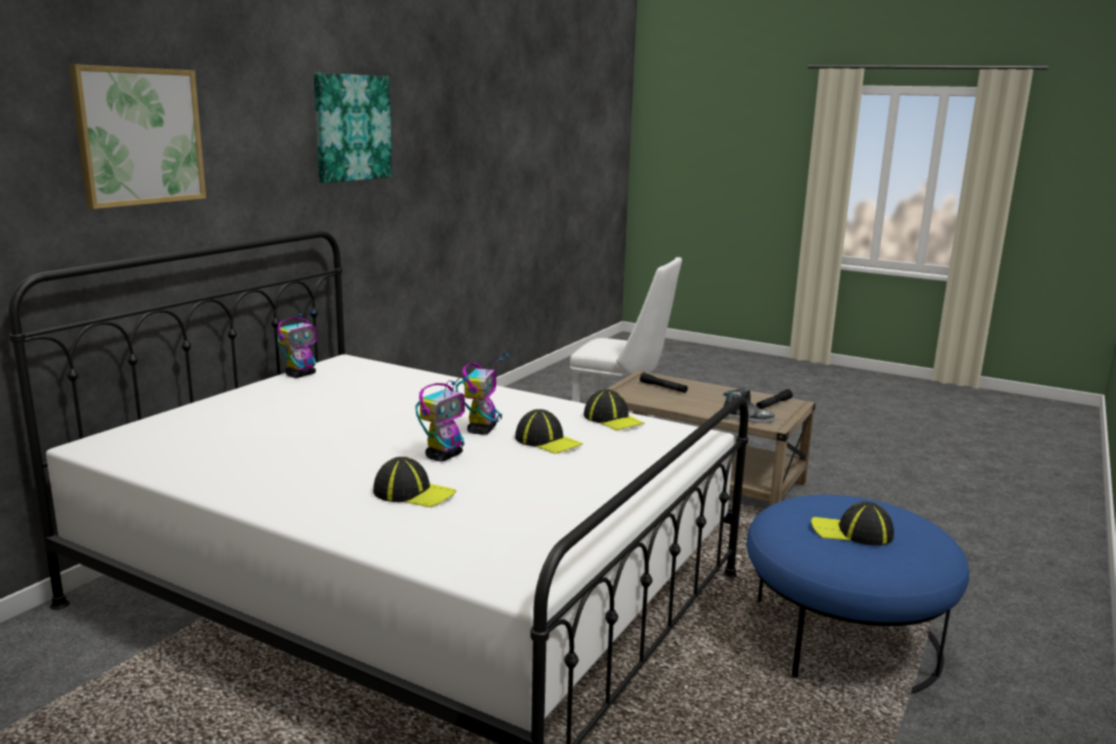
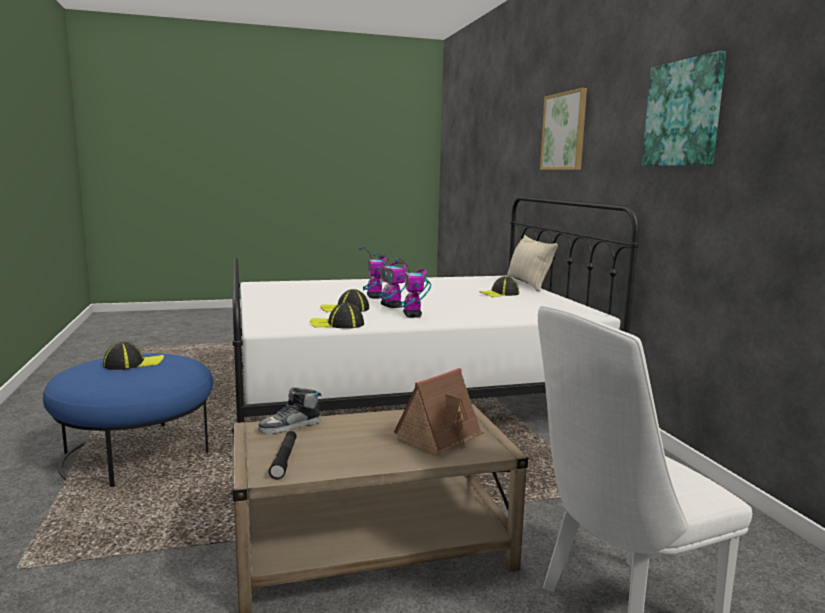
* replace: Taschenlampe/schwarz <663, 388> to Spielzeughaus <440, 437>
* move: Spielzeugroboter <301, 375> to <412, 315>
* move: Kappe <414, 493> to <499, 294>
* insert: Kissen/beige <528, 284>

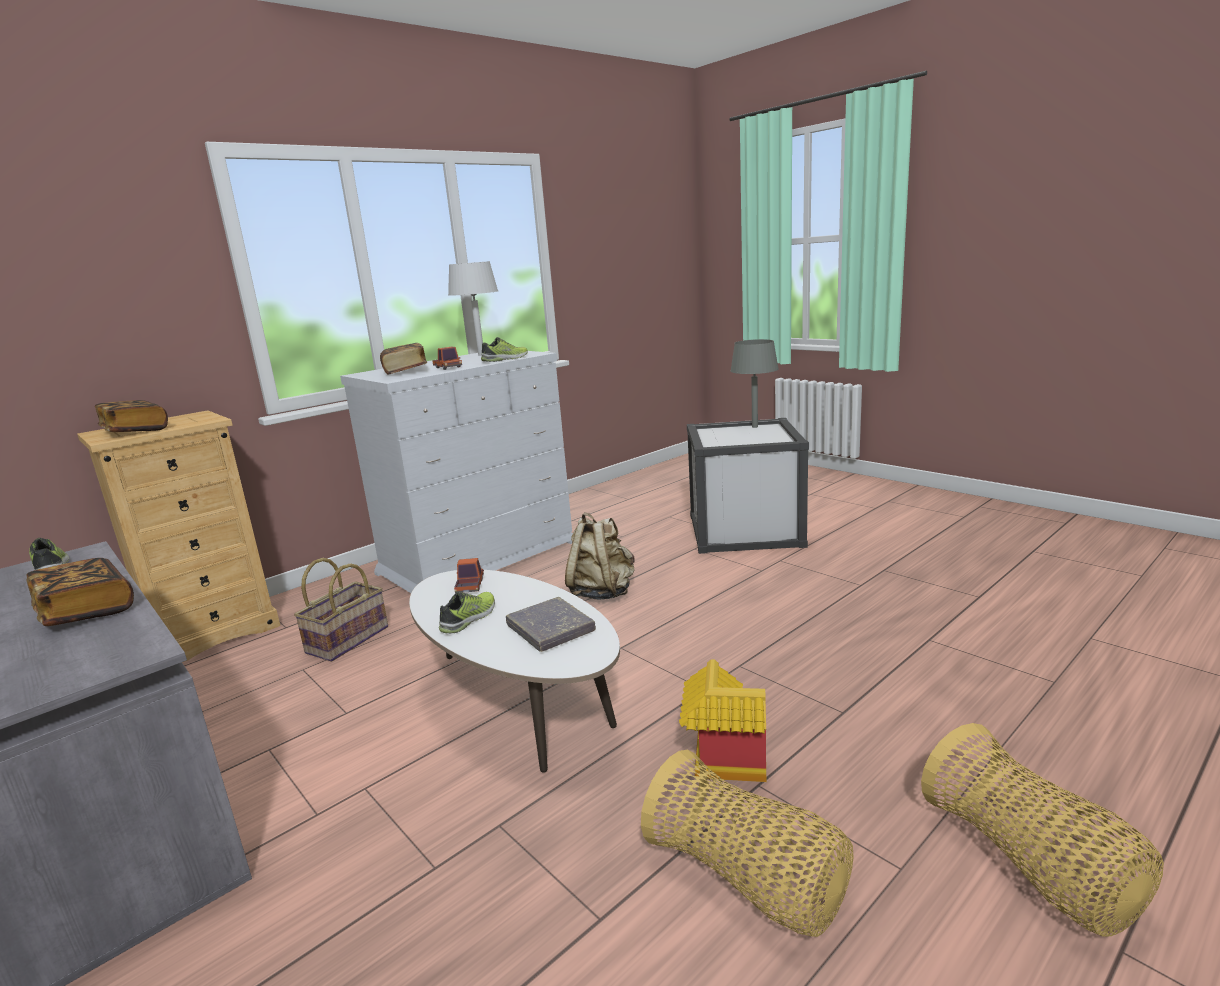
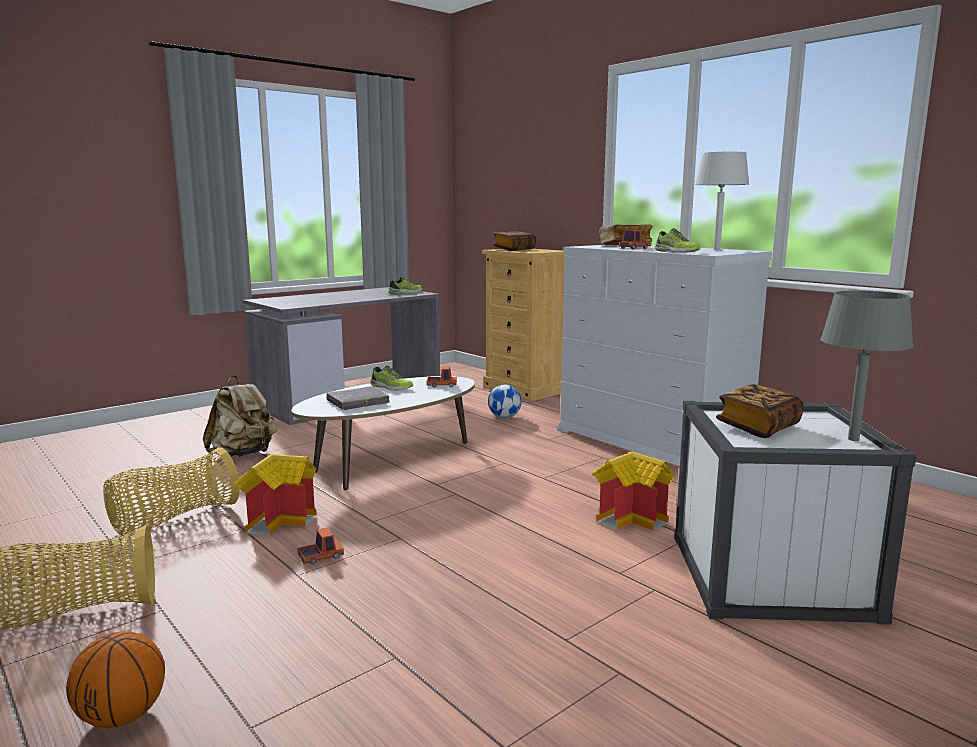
* insert: Basketball <122, 716>
* move: Rucksack/beige <602, 592> to <243, 455>
* insert: Spielzeuglaster <321, 557>
* replace: Korb <347, 639> to Fußball <504, 417>
* insert: Spielzeughaus <632, 518>
* move: Buch <86, 610> to <758, 427>

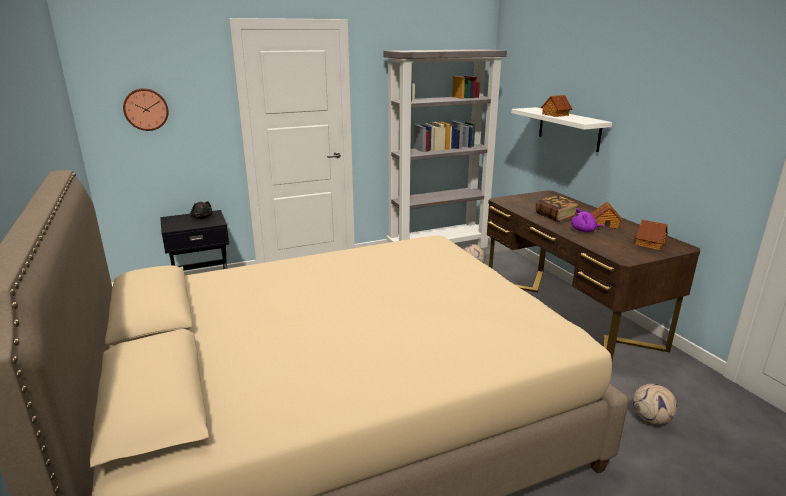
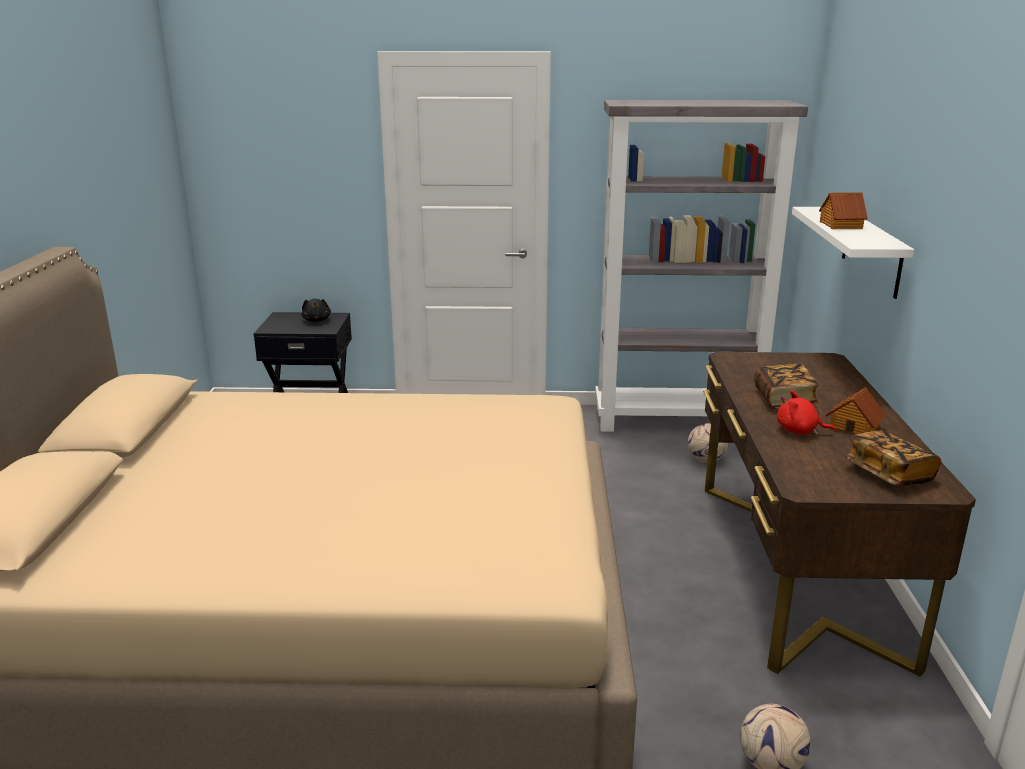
* recolor: Plüschtier/lila <584, 231> to Plüschtier/rot <799, 431>
* replace: Spielzeughaus <650, 244> to Buch <888, 474>
* delete: Wanduhr <146, 109>

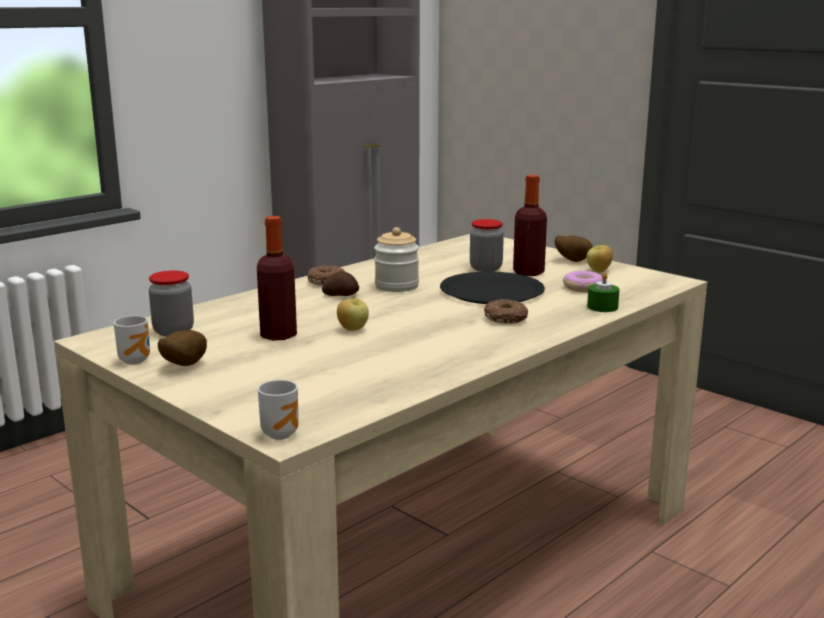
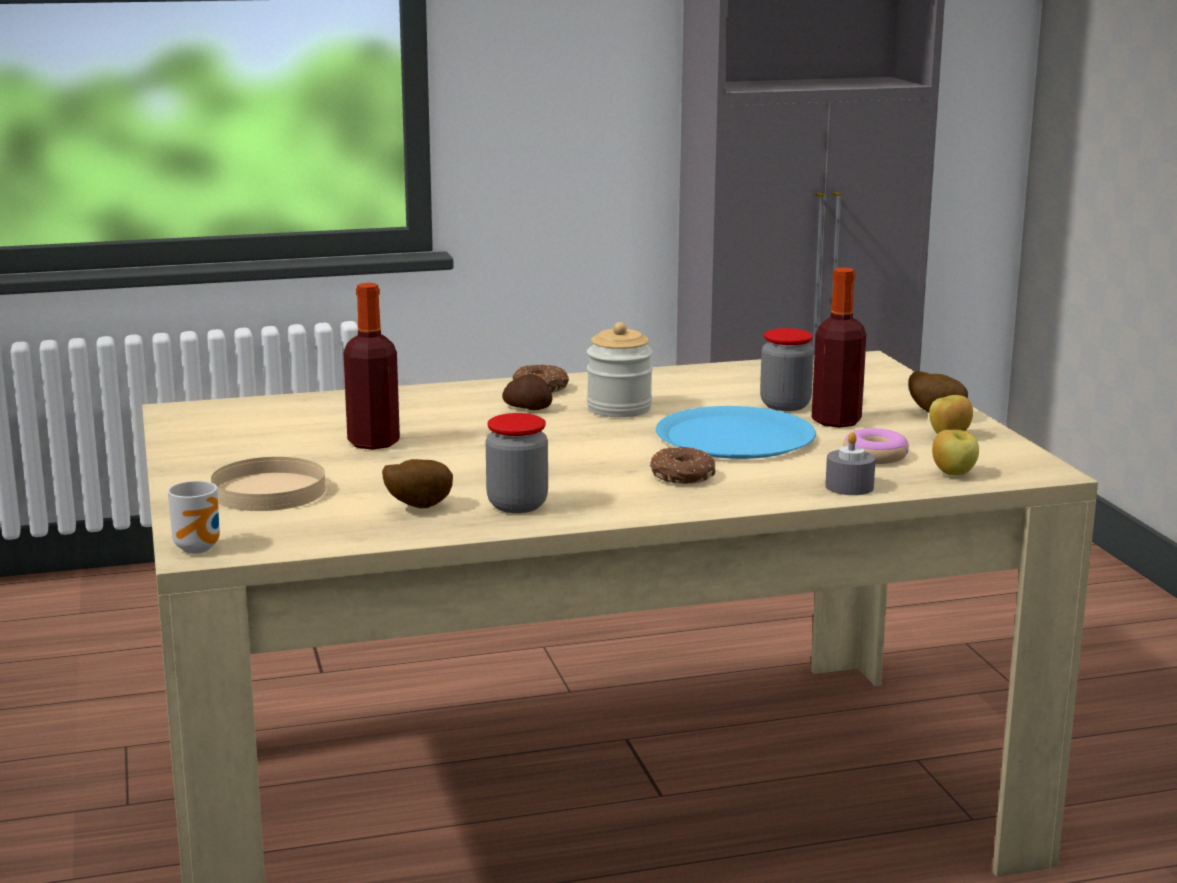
* insert: Teller/beige <268, 491>
* move: Kartoffel <182, 366> to <417, 507>
* move: Vorratsglas <173, 331> to <517, 505>
* recolor: Teller/schwarz <492, 290> to Teller/blau <735, 437>
* recolor: Kerze/grün <602, 307> to Kerze/grau <849, 487>
* move: Apfel <353, 329> to <954, 474>
* delete: Henkelbecher <137, 360>

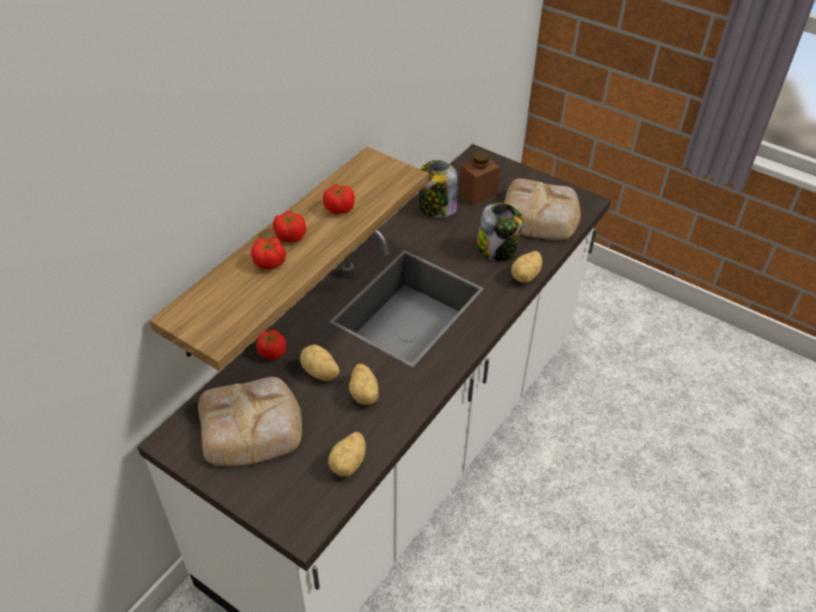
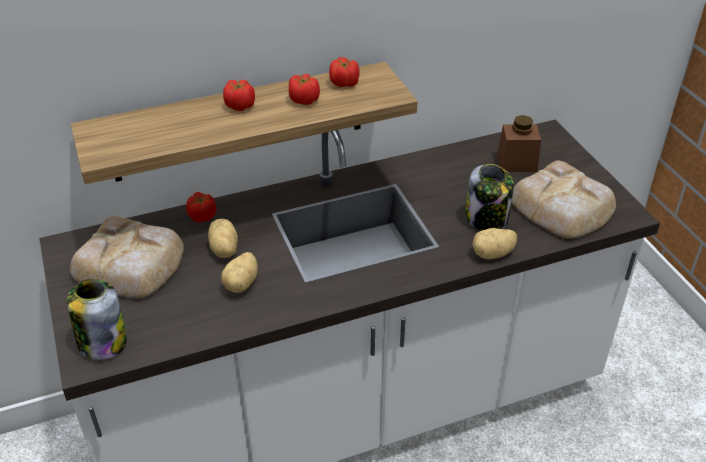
* move: Vorratsglas <436, 208> to <102, 342>
* move: Tomate <270, 263> to <344, 83>
* delete: Kartoffel <349, 463>

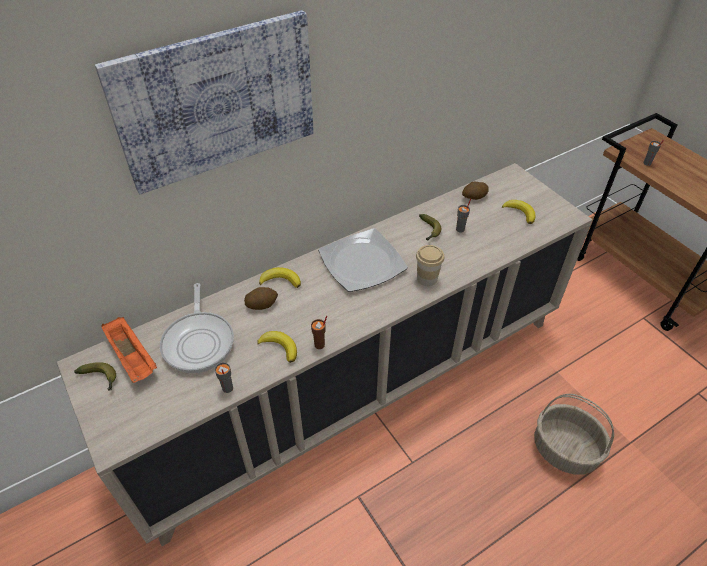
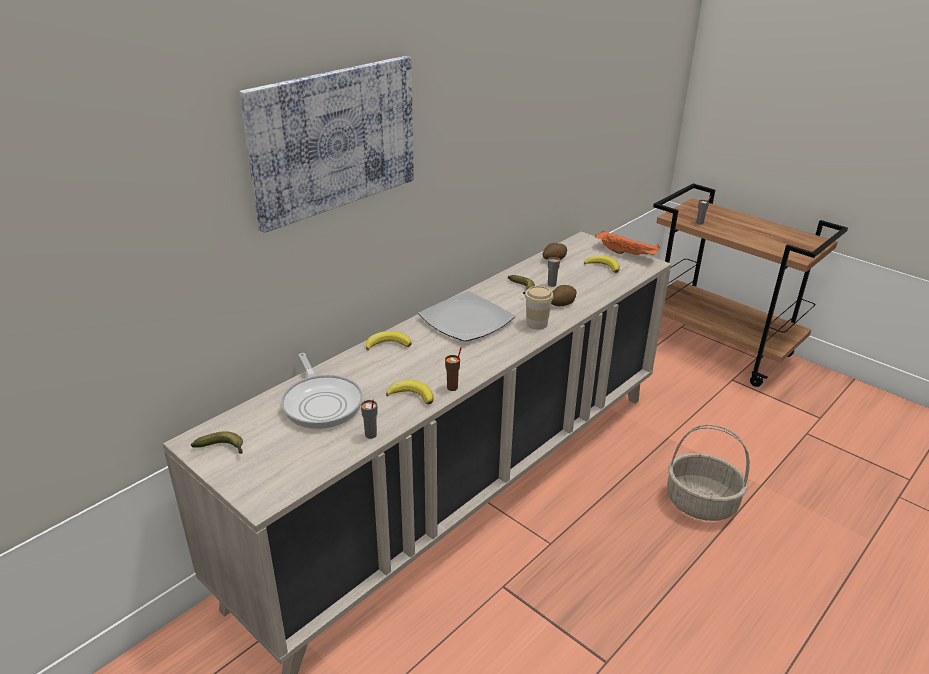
* move: Kartoffel <262, 304> to <562, 303>
* move: Tablett/orange <133, 357> to <626, 253>

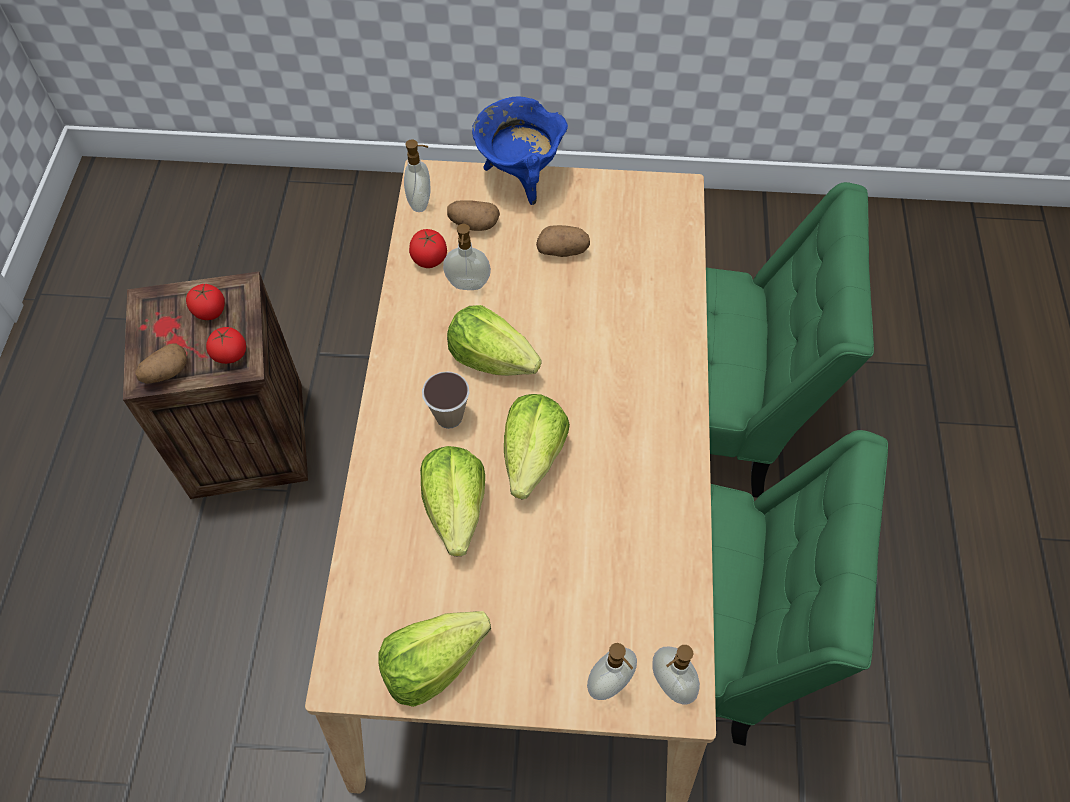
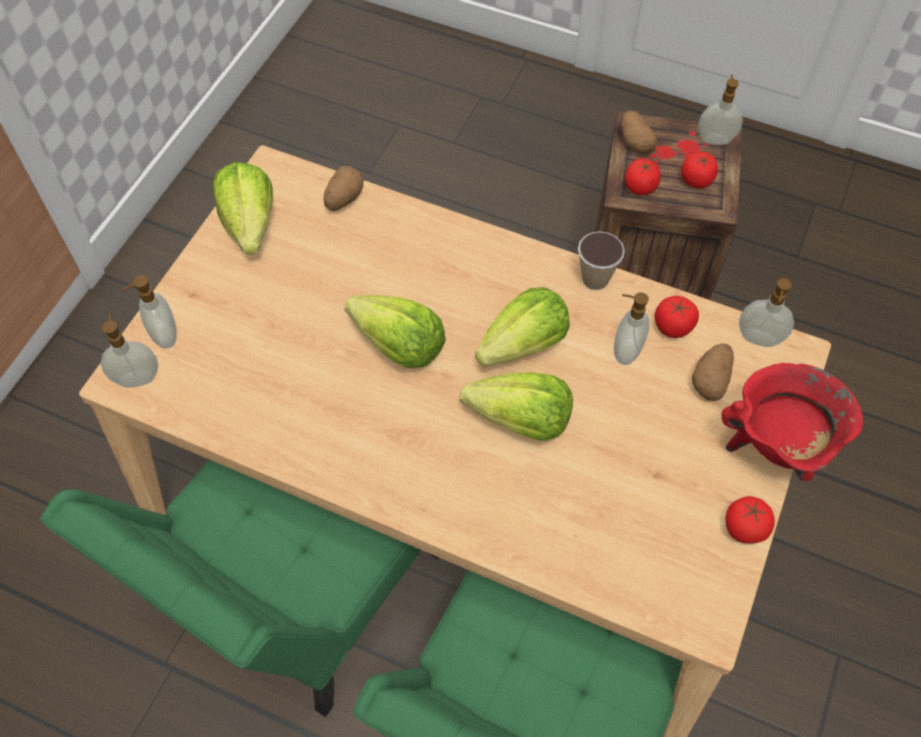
* move: Kartoffel <563, 250> to <343, 199>
* move: Salatkopf <455, 509> to <520, 421>
* move: Tasse <449, 417> to <595, 279>
* insert: Seifenspender <715, 138>
* recolor: Kochtopf/blau <520, 176> to Kochtopf/rot <776, 449>
* insert: Tomate <744, 527>

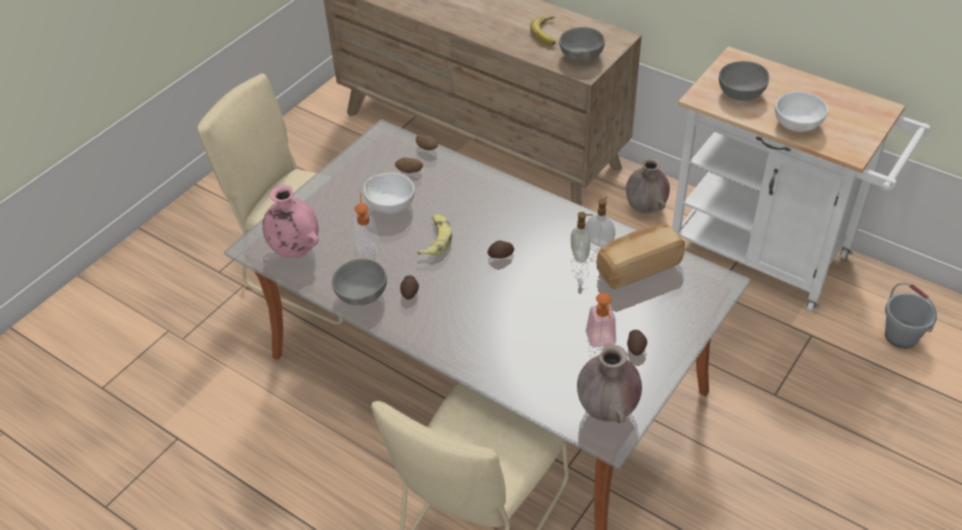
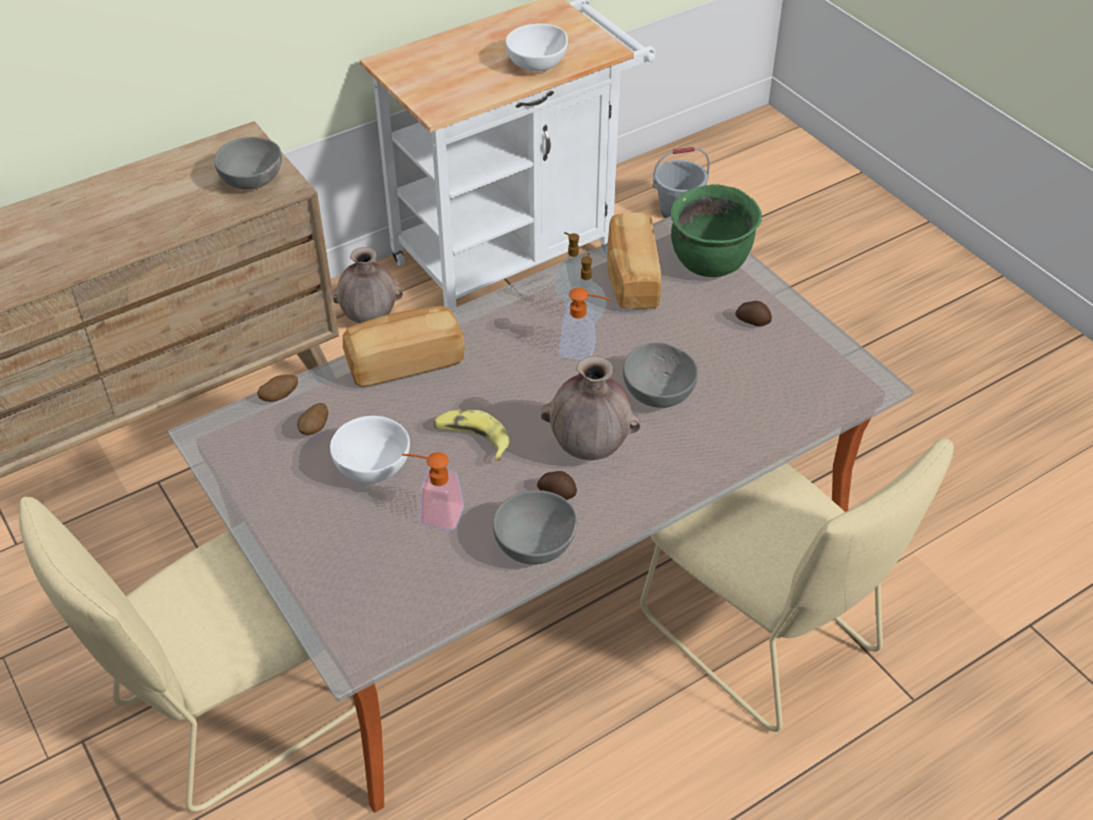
* insert: Brot <404, 362>
* move: Vase/braun <607, 410> to <590, 448>
* move: Seifenspender <602, 342> to <584, 350>
* move: Schüssel/grau <742, 94> to <659, 392>
* insert: Kochtopf/grün <710, 263>
* delete: Vase/rosa <295, 251>
* delete: Kartoffel <501, 255>
* delete: Banane <548, 33>

